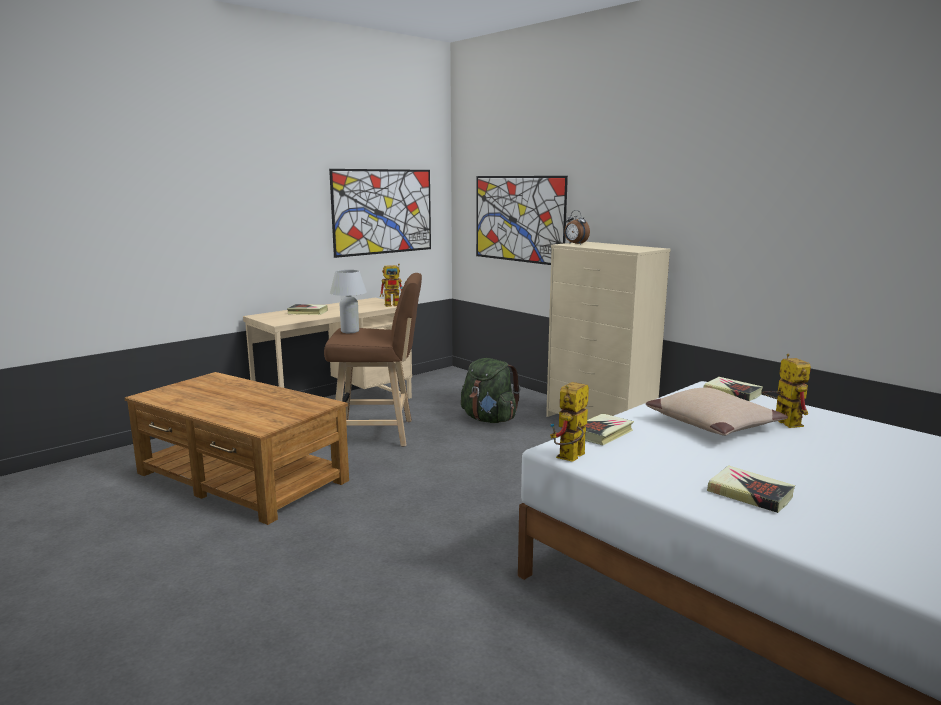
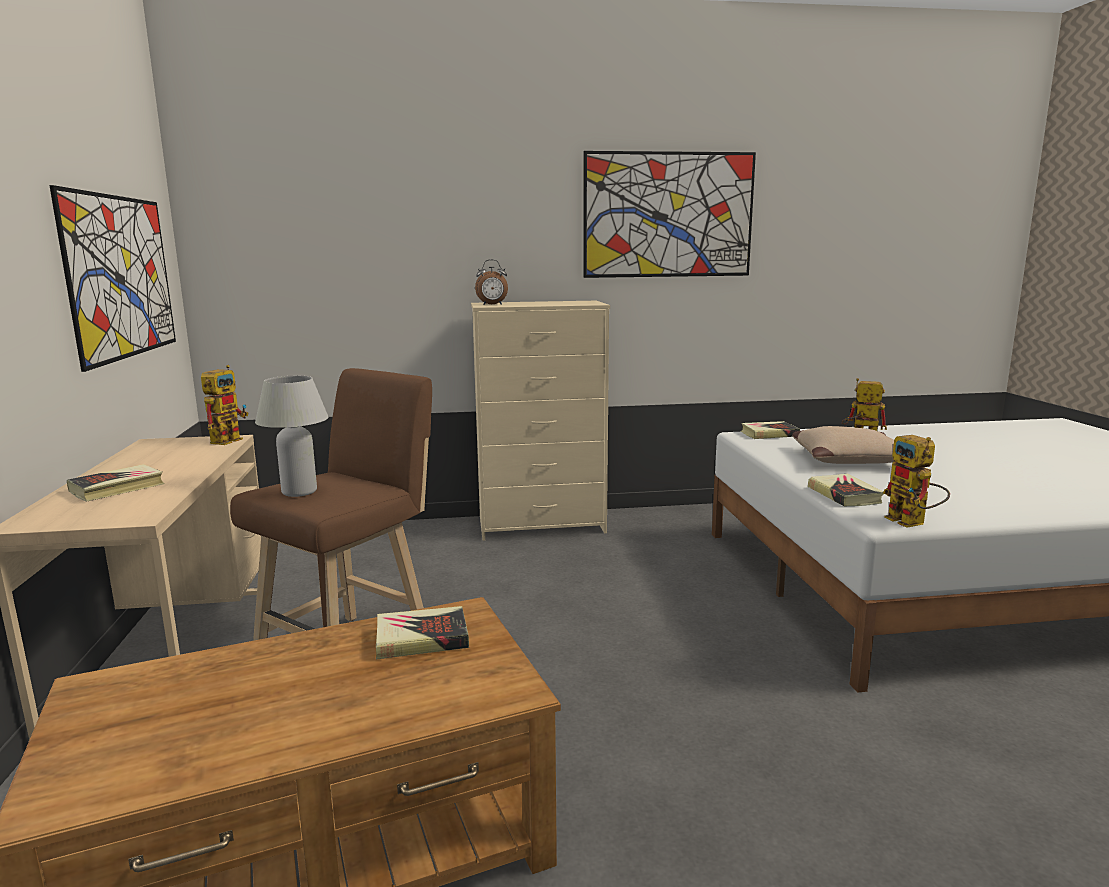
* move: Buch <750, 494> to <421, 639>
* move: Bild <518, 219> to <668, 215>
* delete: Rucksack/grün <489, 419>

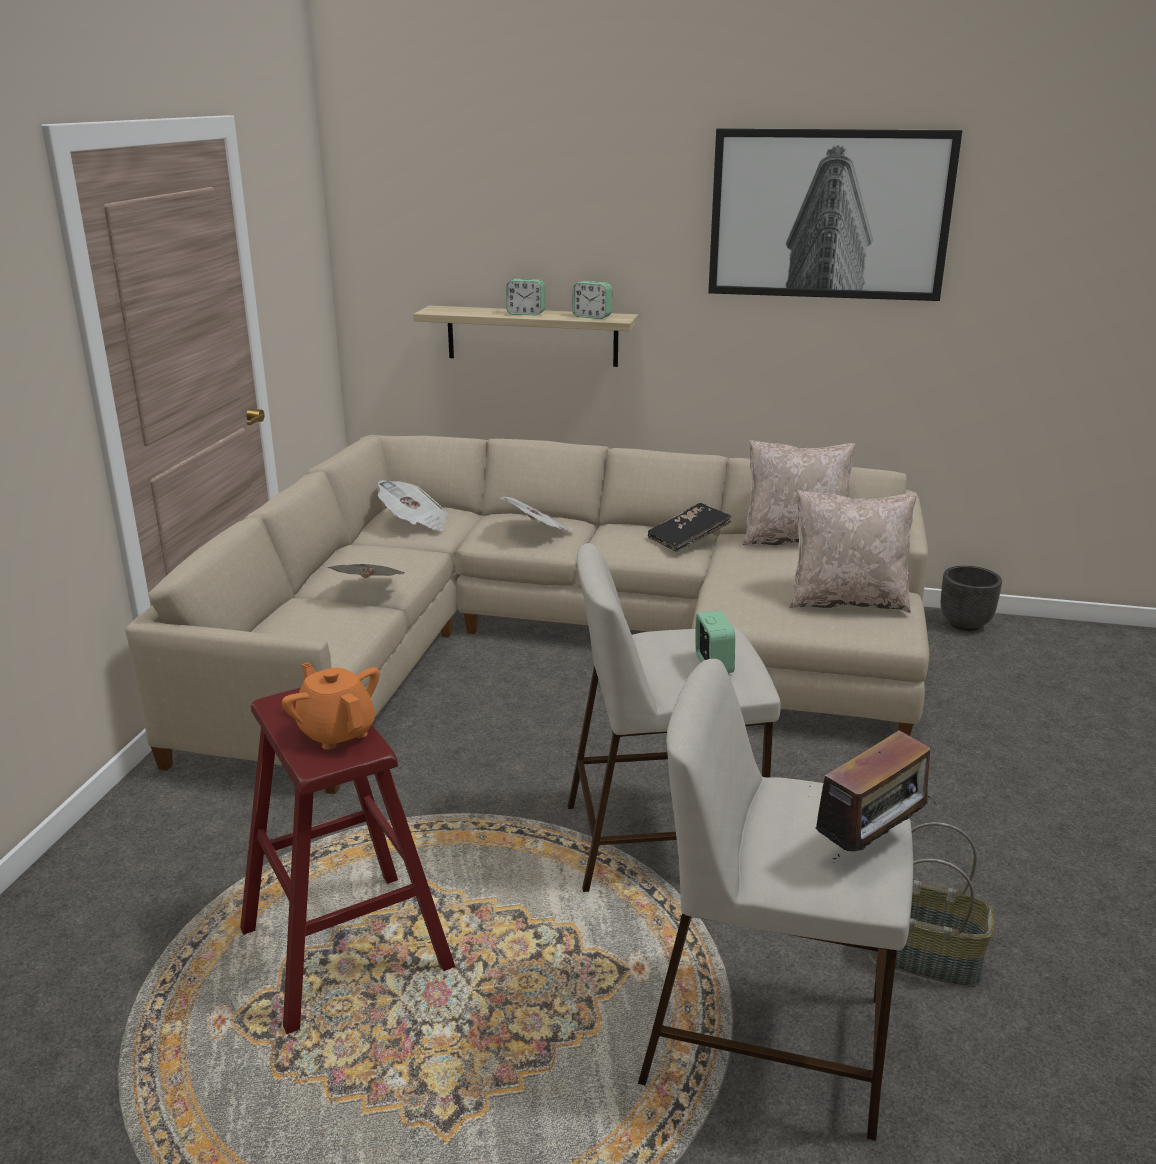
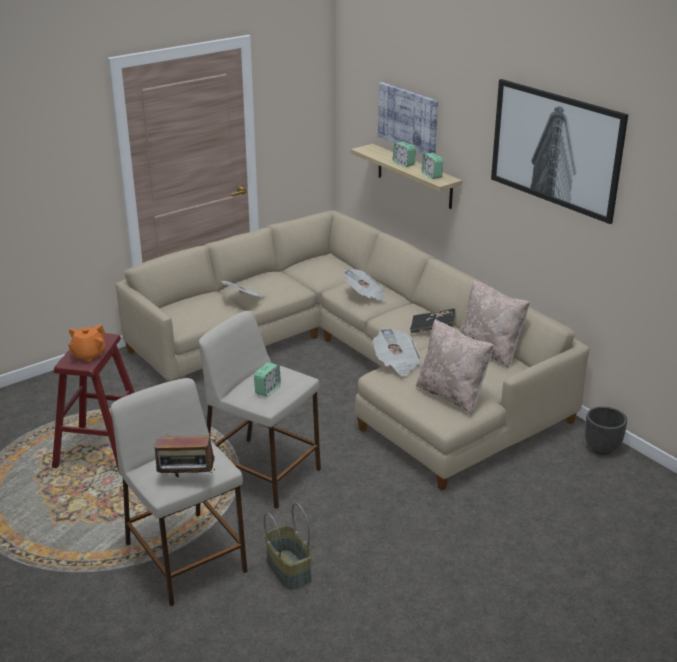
* rotate: Teekanne/orange <336, 732> = <88, 355> 150 degrees counterclockwise
* move: Zeitung <415, 523> to <397, 363>
* insert: Bild <408, 119>

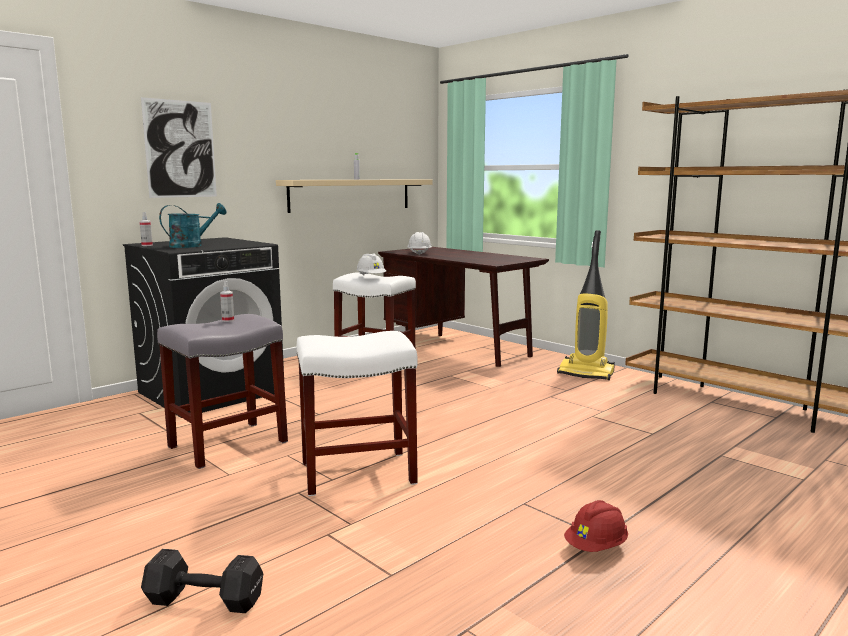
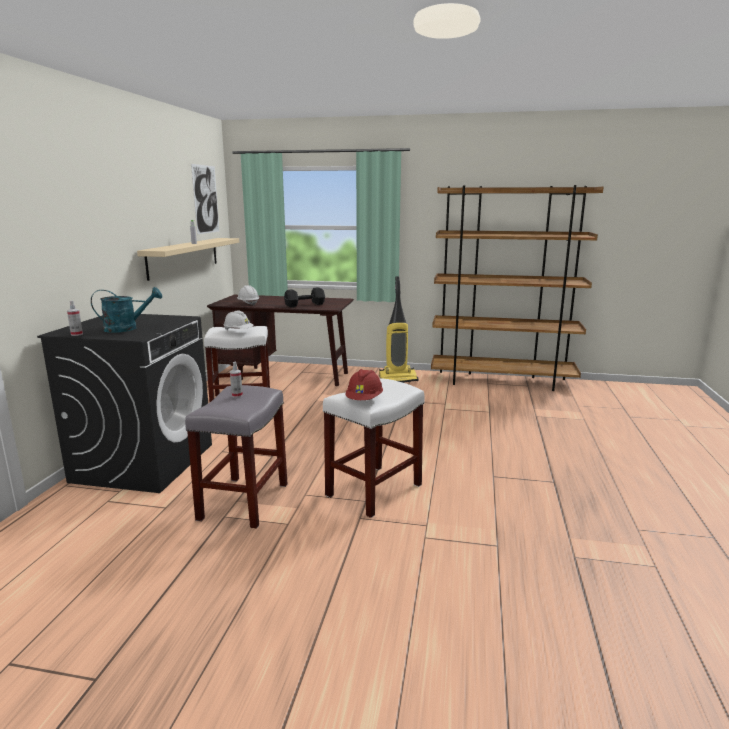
* rotate: Gießkanne/türkis <192, 245> = <127, 328> 60 degrees clockwise
* move: Bild <180, 149> to <206, 199>
* move: Hantel/schwarz <202, 599> to <304, 305>
* move: Schutzhelm/rot <596, 547> to <364, 400>

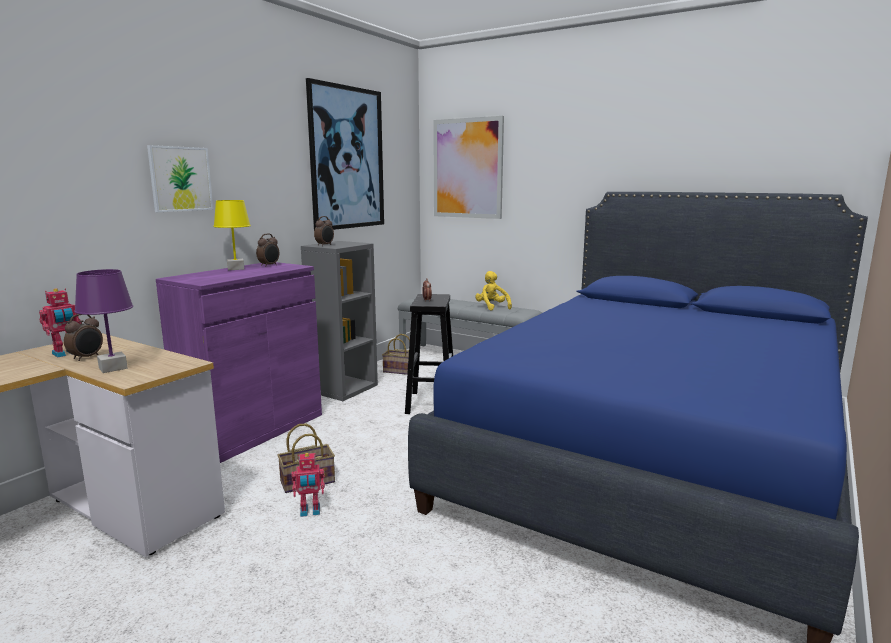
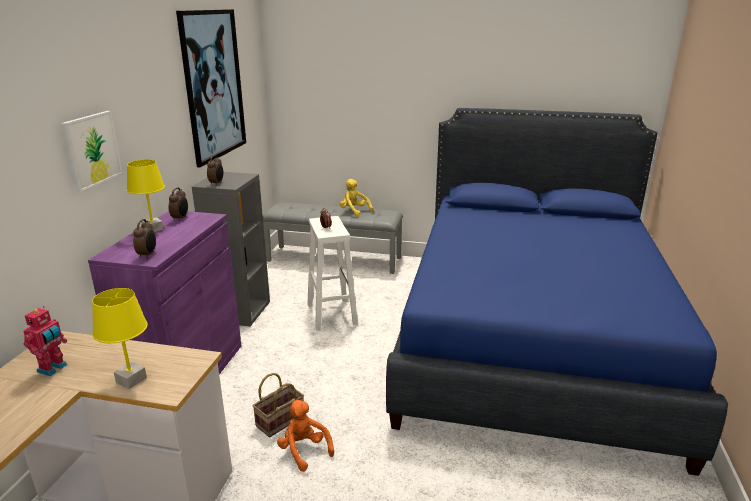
* recolor: Tischlampe/lila <112, 368> to Tischlampe/gelb <131, 380>
* move: Wecker <87, 358> to <148, 255>
* replace: Spielzeugroboter <310, 512> to Plüschtier/orange <304, 450>
* recolor: Hocker/schwarz <431, 402> to Hocker/weiß <331, 313>
* delete: Korb <401, 371>
* delete: Bild <467, 168>

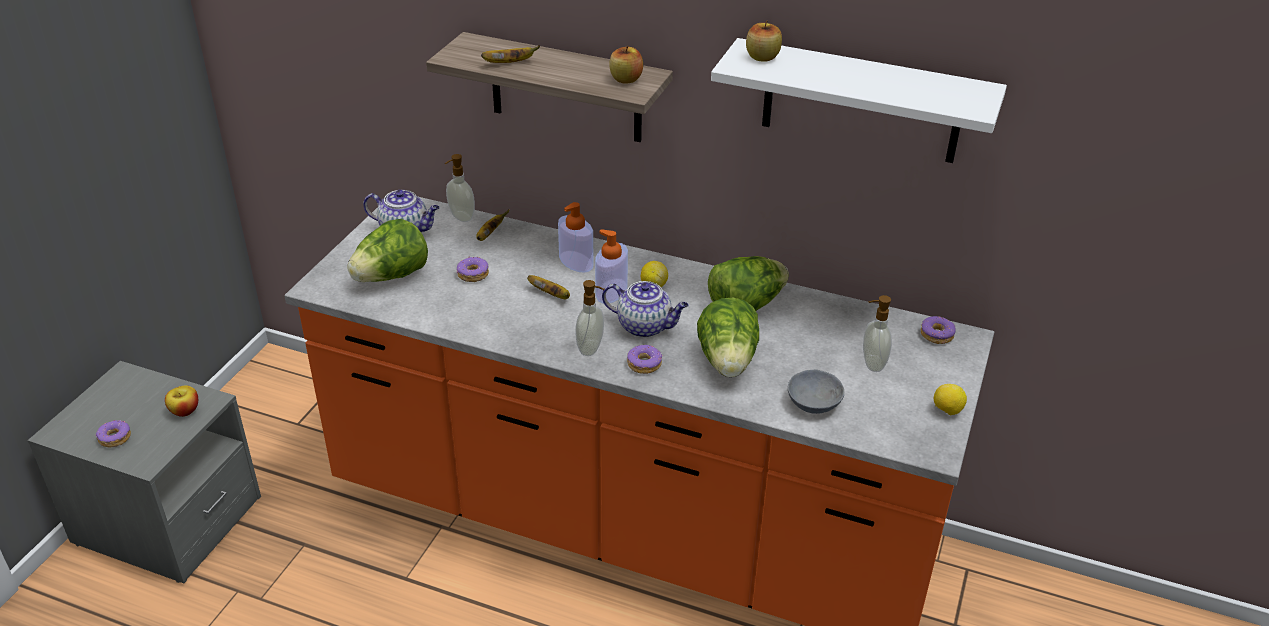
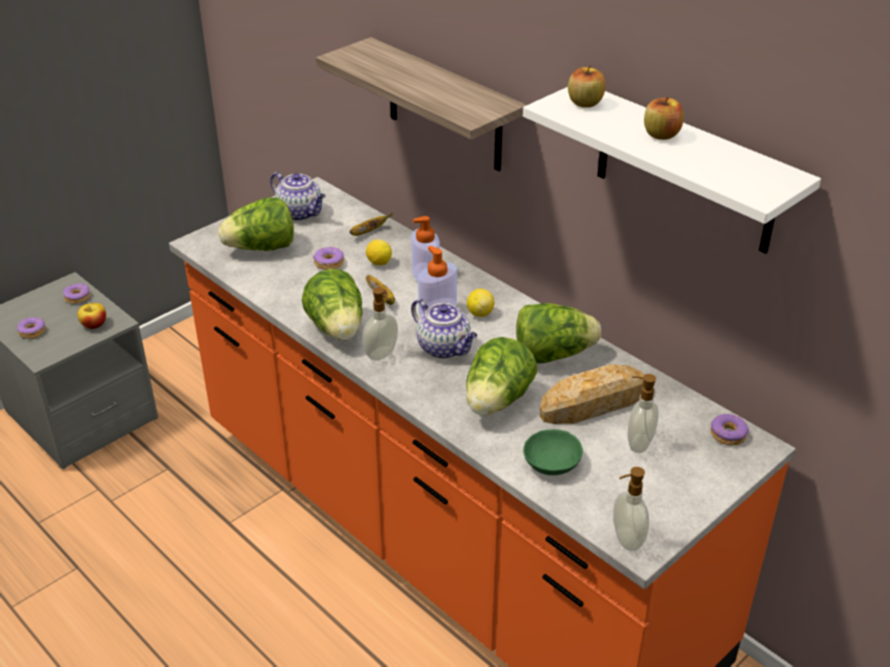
* move: Donut <644, 364> to <77, 297>
* insert: Salatkopf <337, 329>
* move: Zitrone <947, 410> to <378, 263>
* recolor: Schüssel/grau <812, 401> to Schüssel/grün <550, 461>
* insert: Brot <595, 402>
* move: Seifenspender <461, 217> to <626, 539>
* move: Apfel <626, 79> to <661, 135>
* delete: Banane <510, 63>

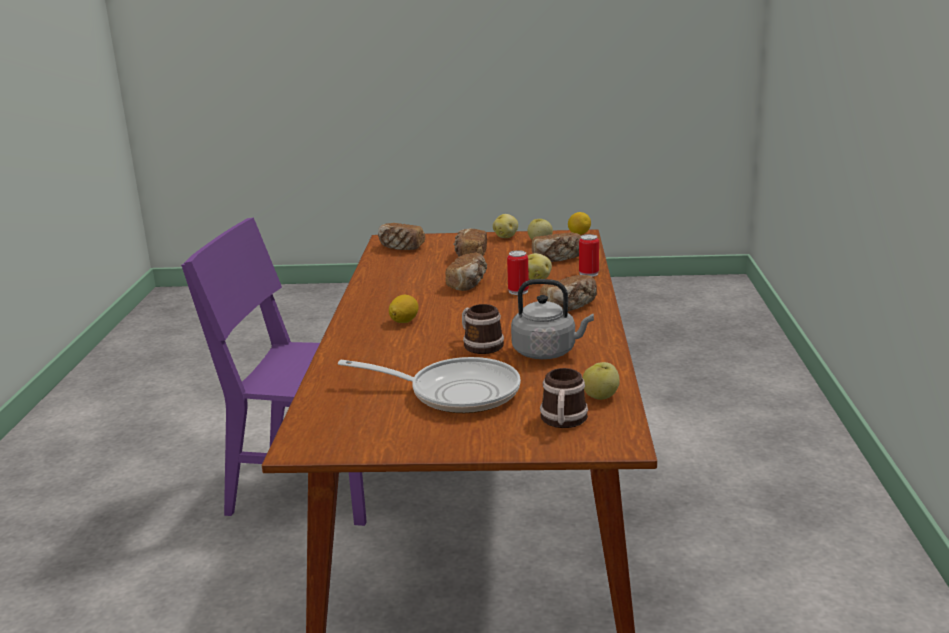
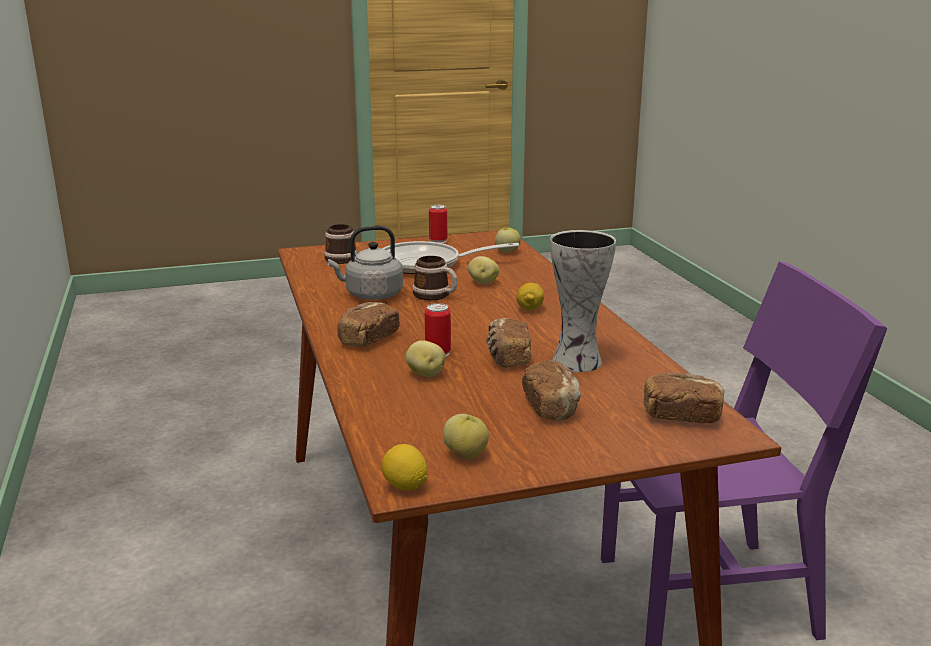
* move: Dose <588, 274> to <438, 241>
* move: Kartoffel <506, 236> to <482, 283>
* move: Apfel <601, 397> to <506, 252>
* insert: Vase <575, 362>
* delete: Brot <557, 259>

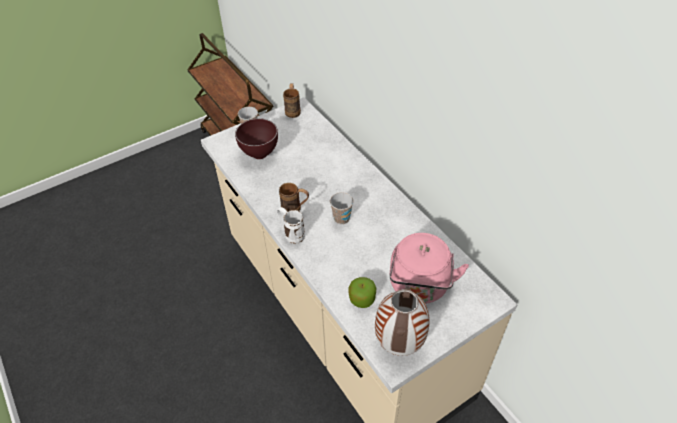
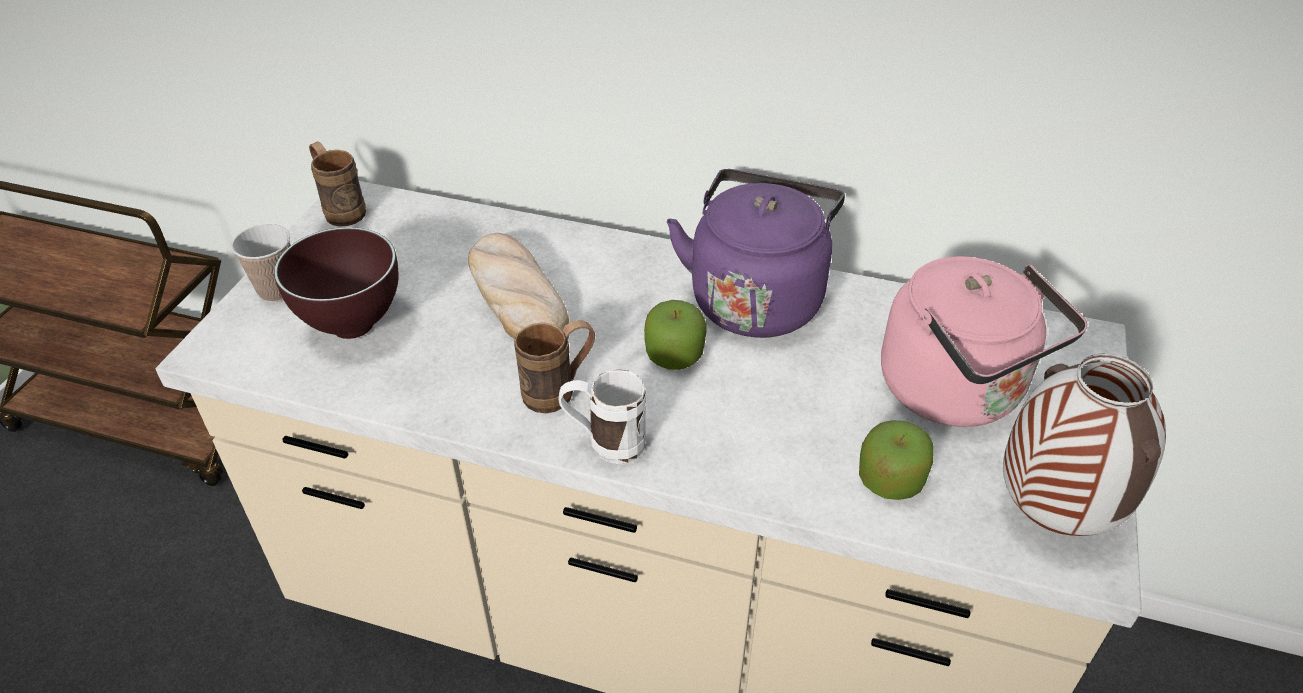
* insert: Brot <515, 294>
* replace: Tasse <341, 218> to Apfel <674, 355>
* insert: Wasserkessel/lila <756, 298>

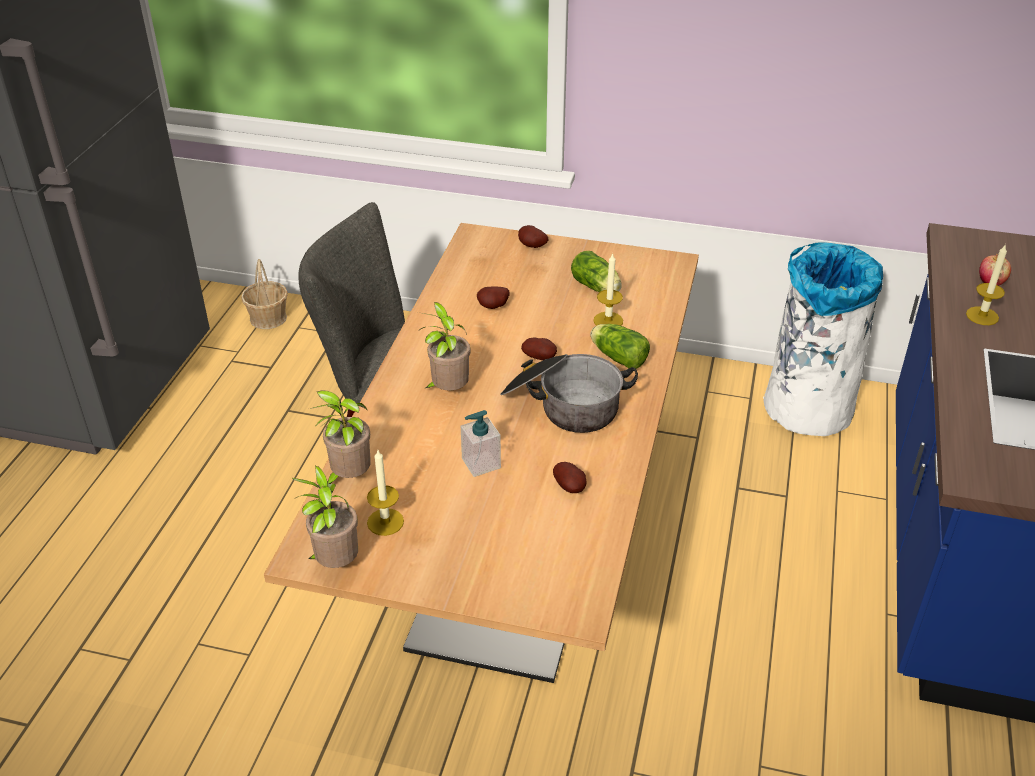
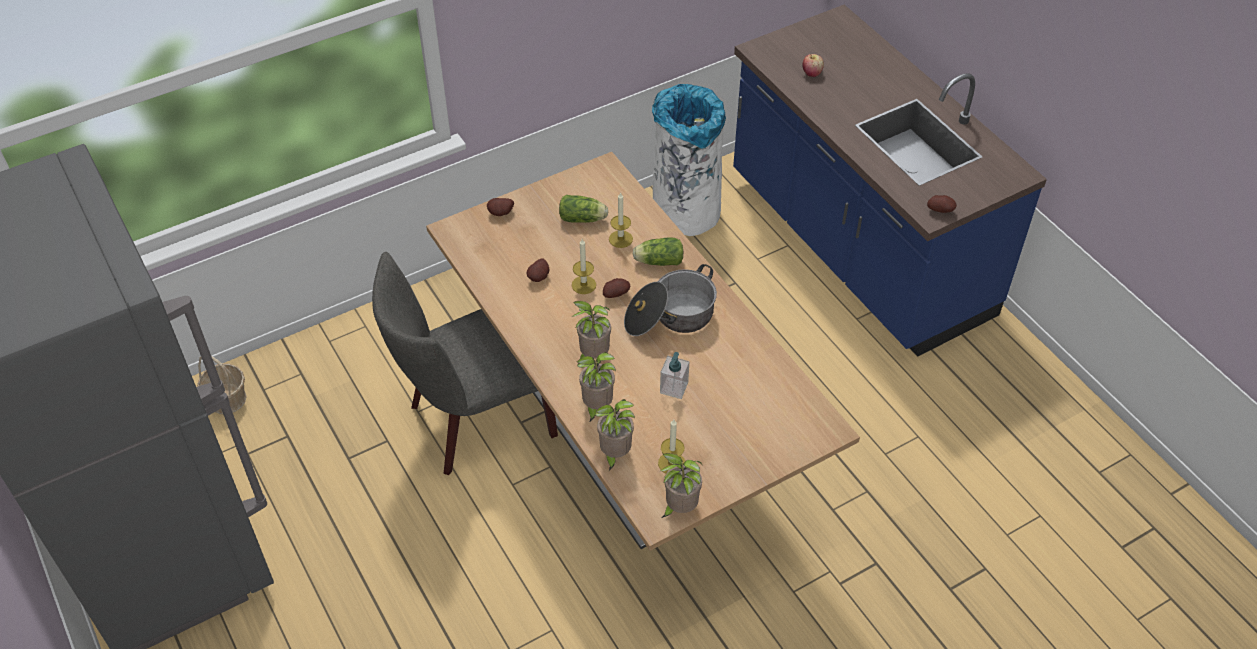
* move: Kerze <982, 316> to <583, 285>
* insert: Topfpflanze <596, 407>
* move: Kartoffel <570, 488> to <940, 210>

